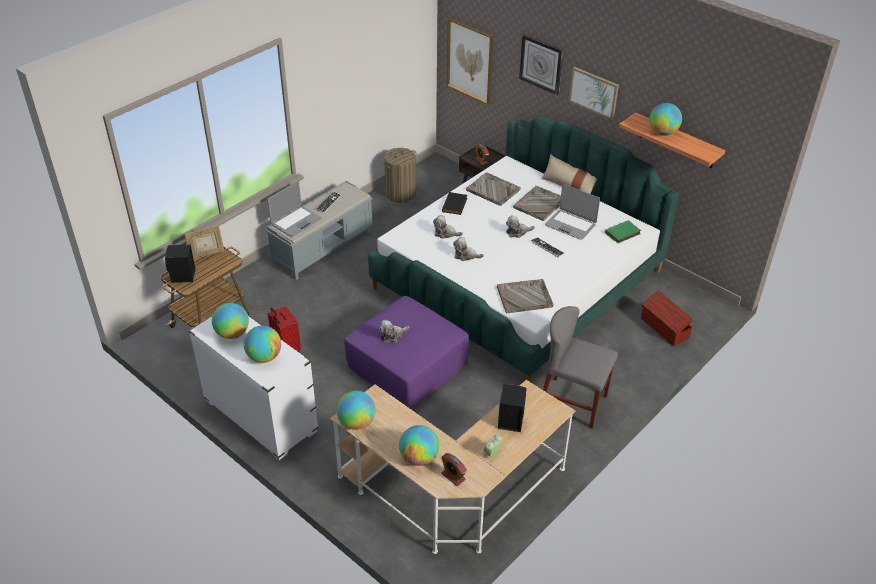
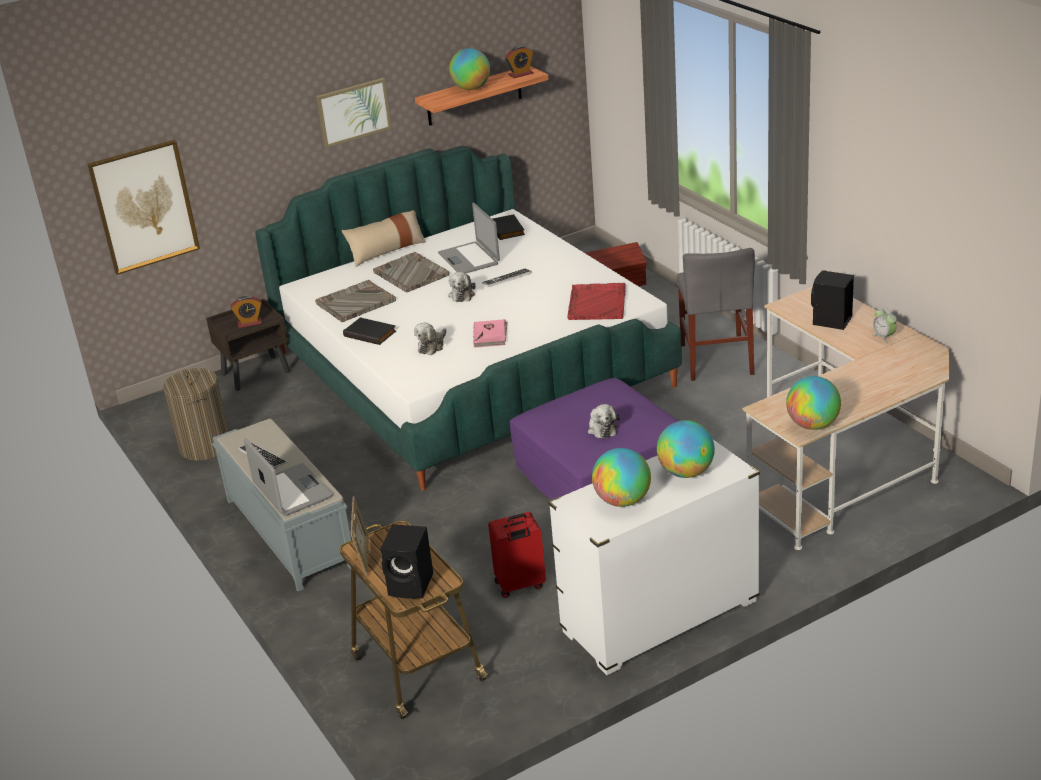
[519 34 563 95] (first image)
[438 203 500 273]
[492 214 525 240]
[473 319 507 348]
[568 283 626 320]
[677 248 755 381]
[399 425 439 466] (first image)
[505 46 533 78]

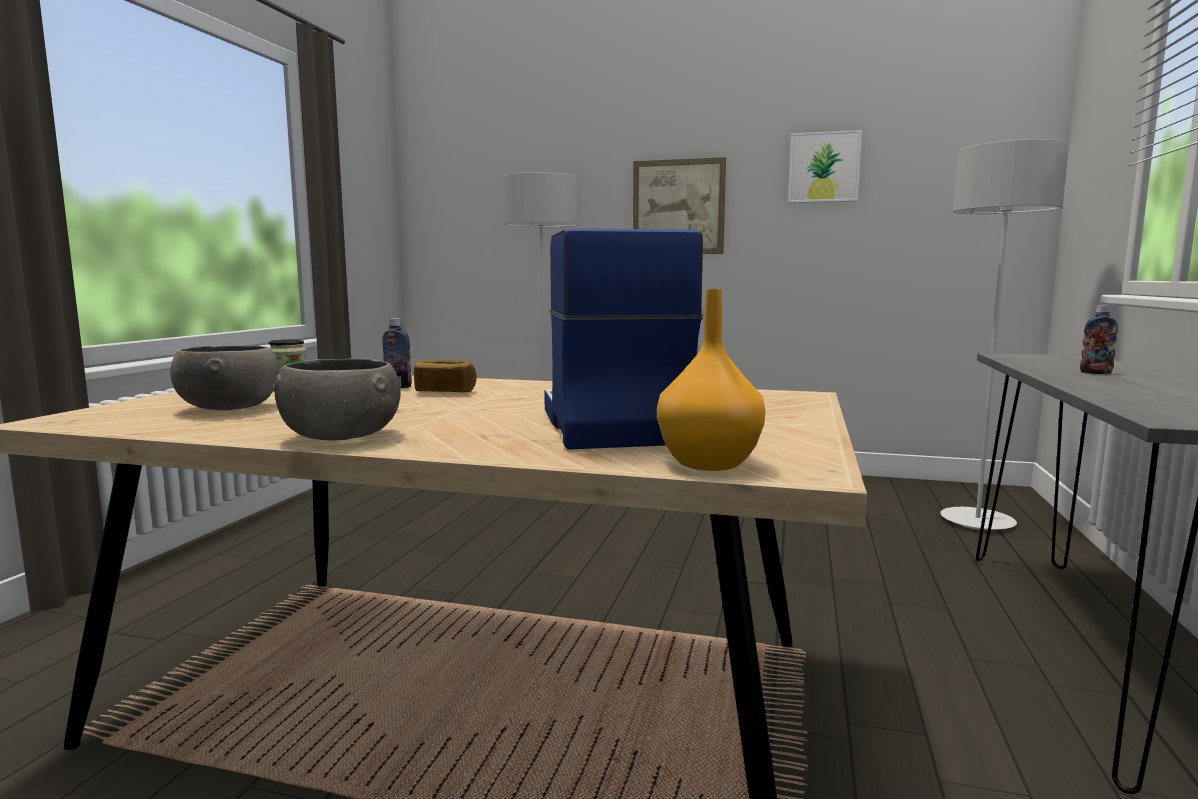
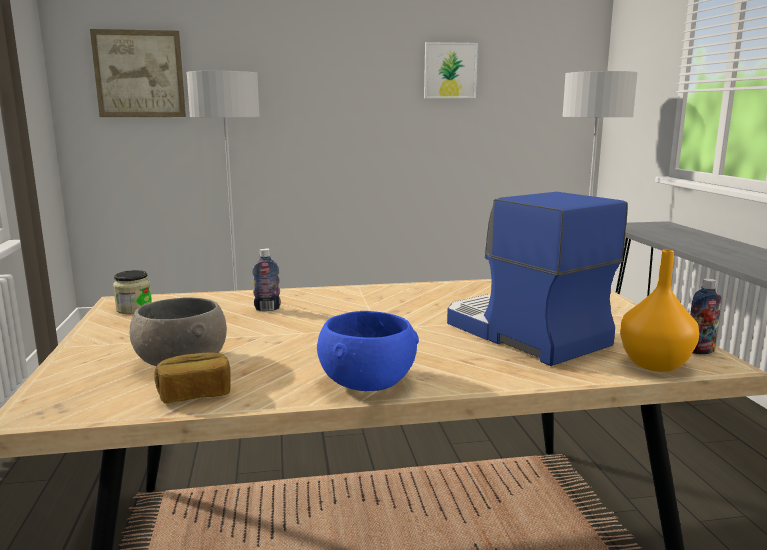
[90 29 186 117]
[690 278 722 354]
[317 311 419 391]
[154 352 231 404]

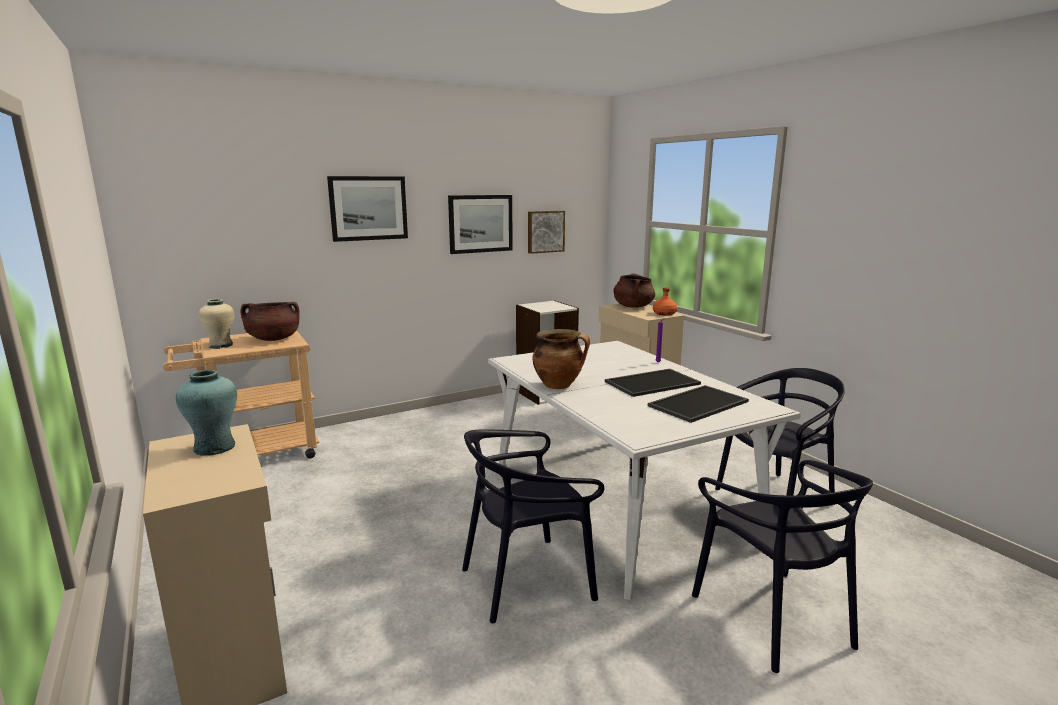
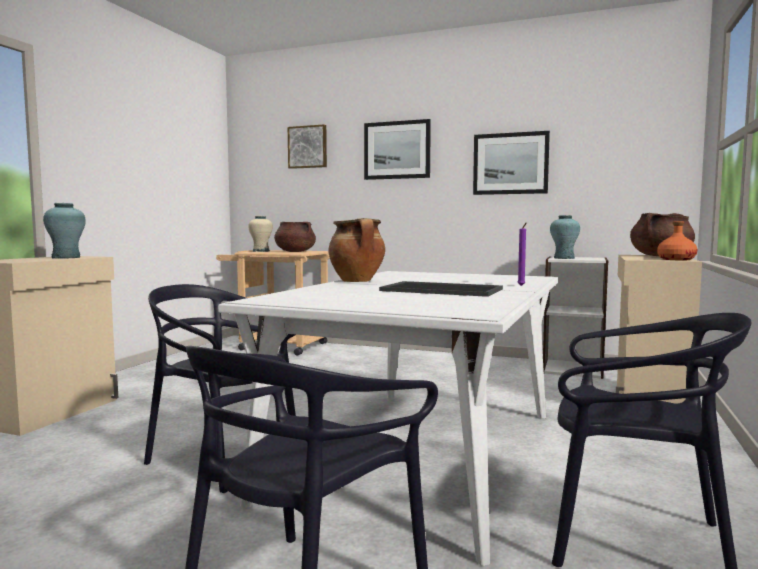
[288 124 327 169]
[648 385 749 423] (first image)
[550 215 580 259]

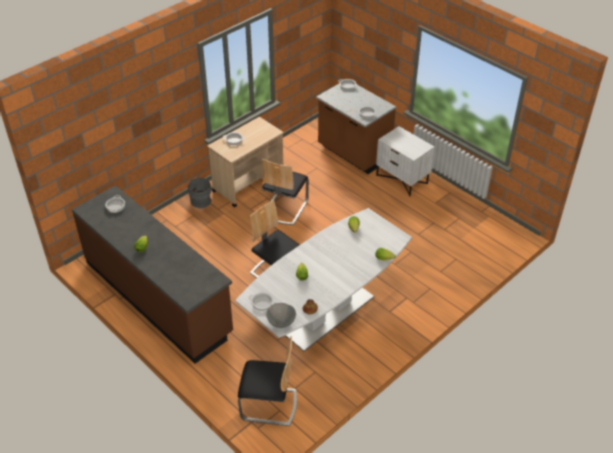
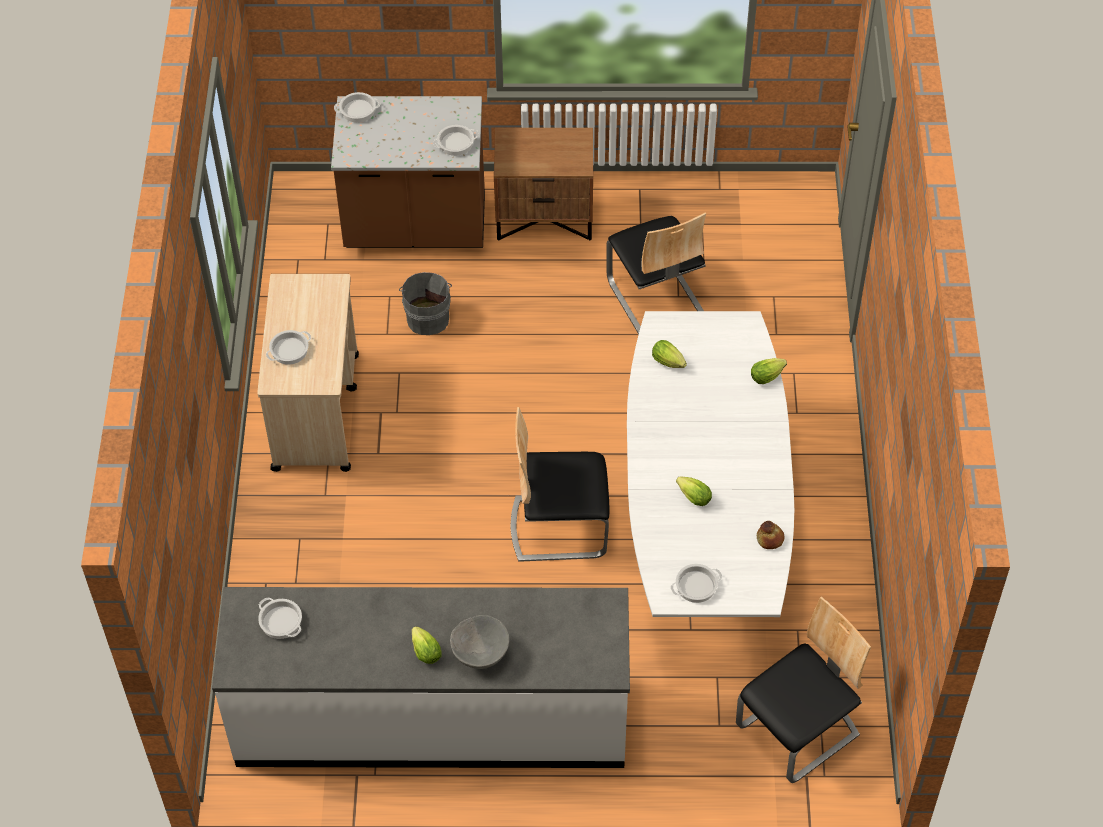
[494 128 593 241]
[607 212 706 334]
[399 272 452 335]
[212 587 630 768]
[450 615 509 669]

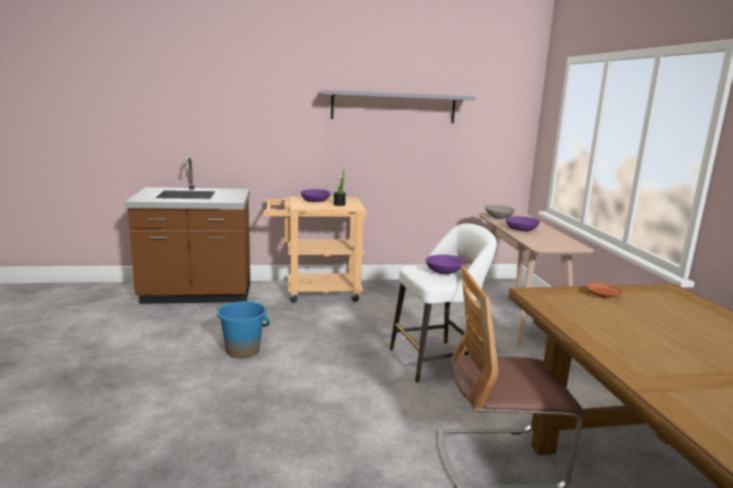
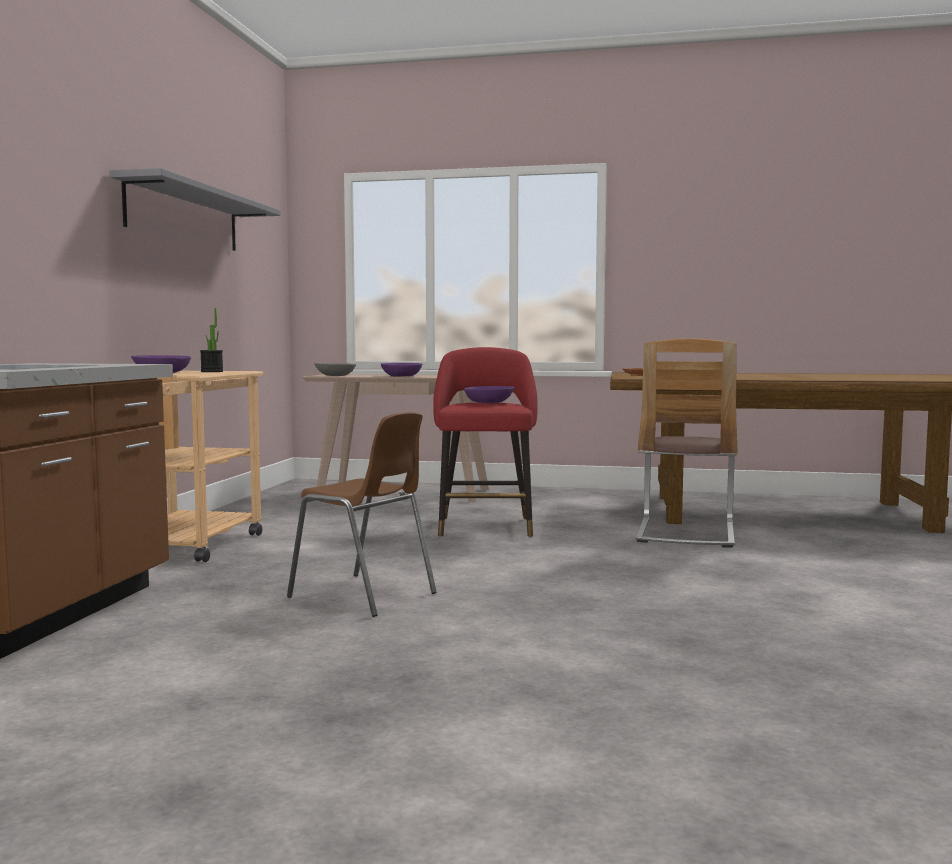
[433 347 538 537]
[287 412 437 617]

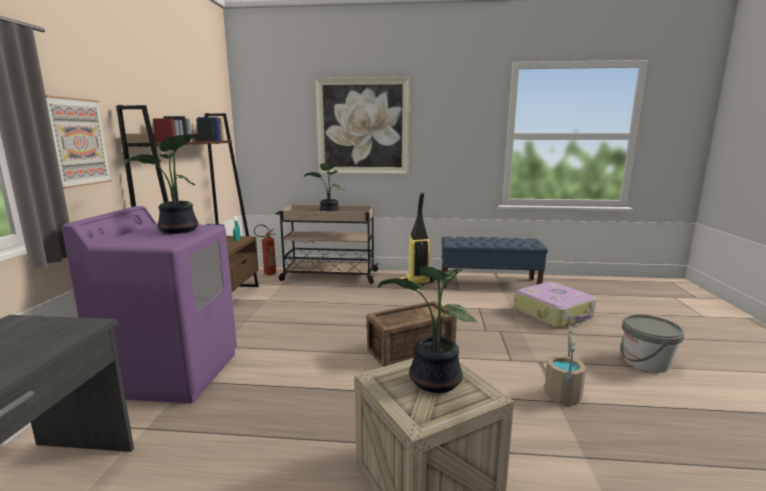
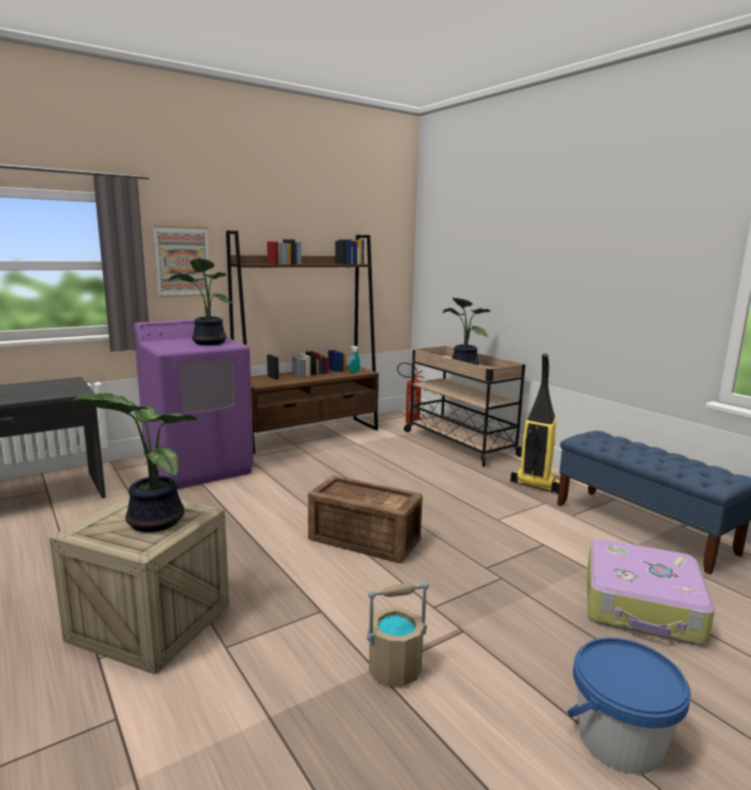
[315 77 410 174] (first image)
[567 638 691 774]

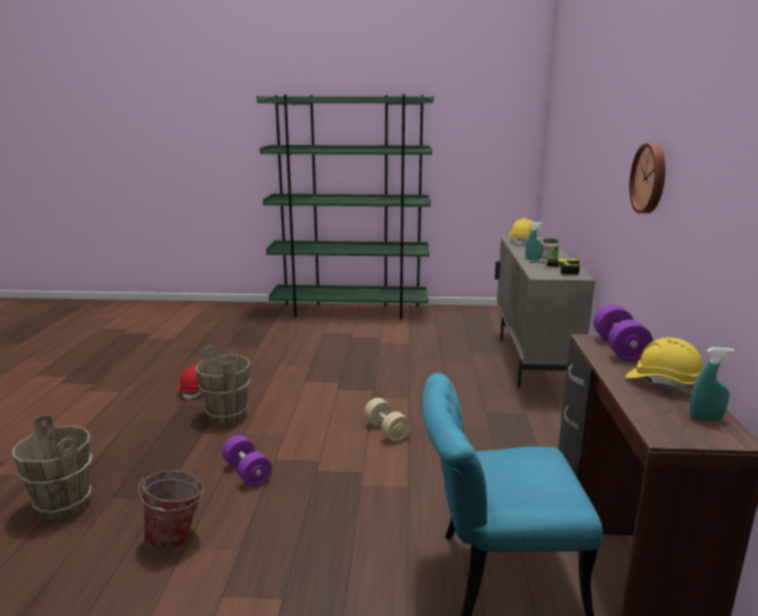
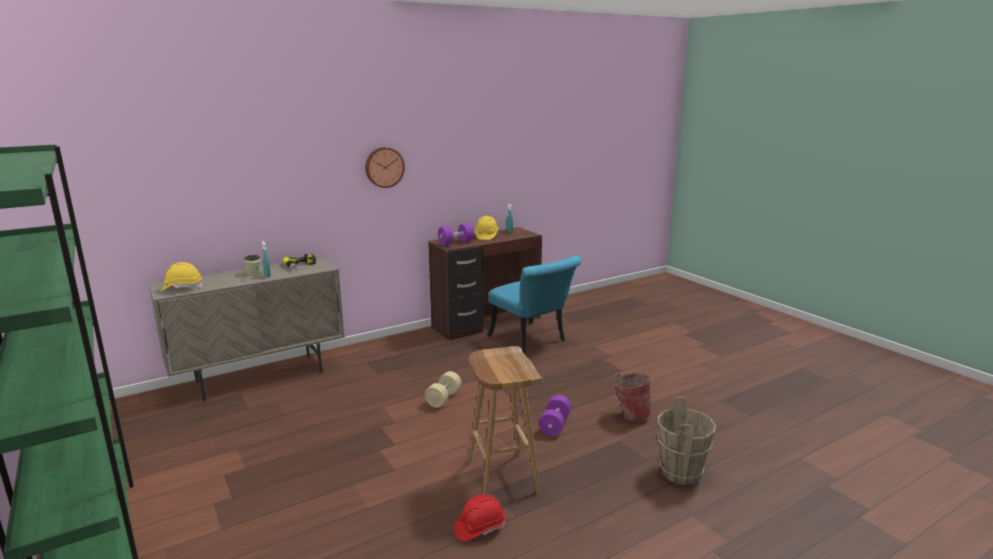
[467 346 543 495]

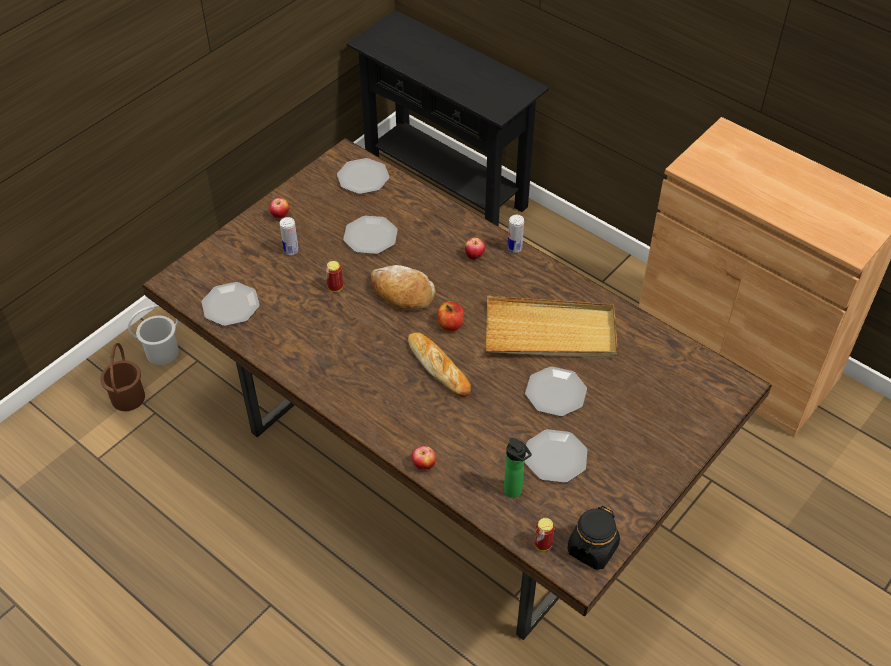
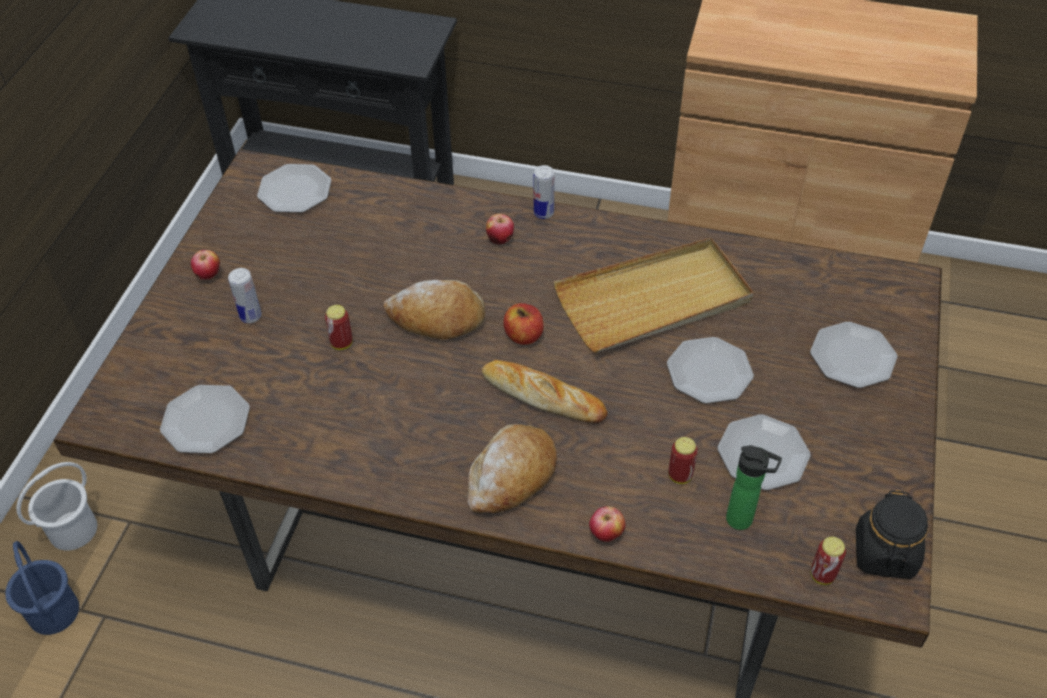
[810 322 897 388]
[5 541 79 635]
[467 424 557 513]
[668 437 698 484]

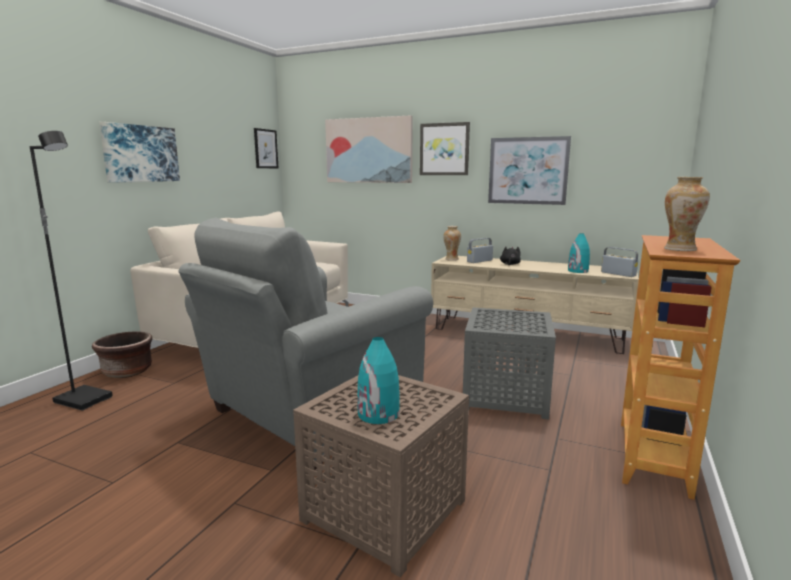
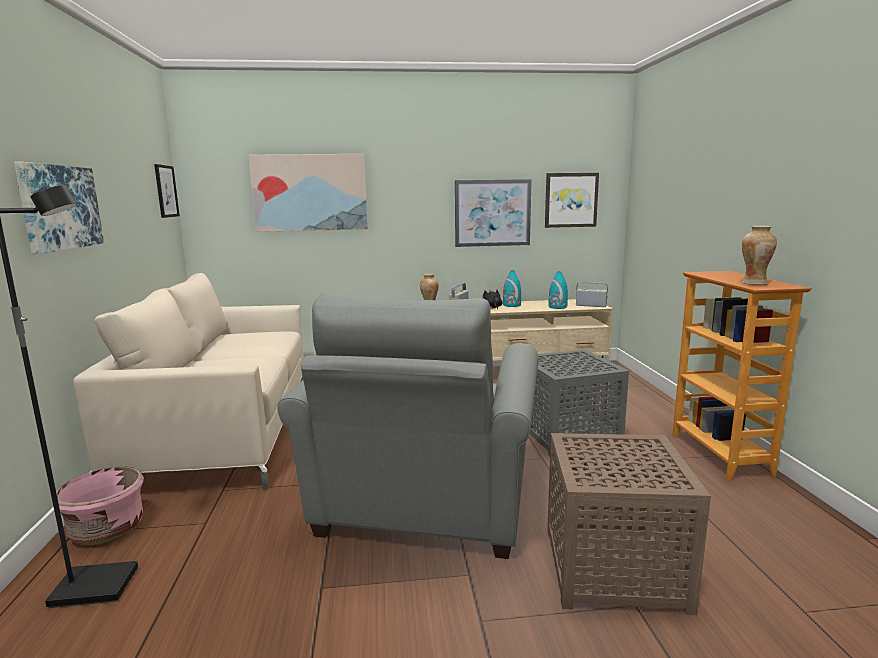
[545 173 599 228]
[56 467 144 545]
[503 271 521 307]

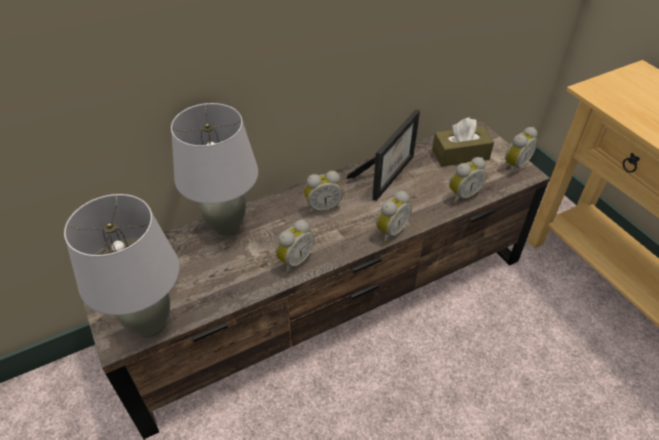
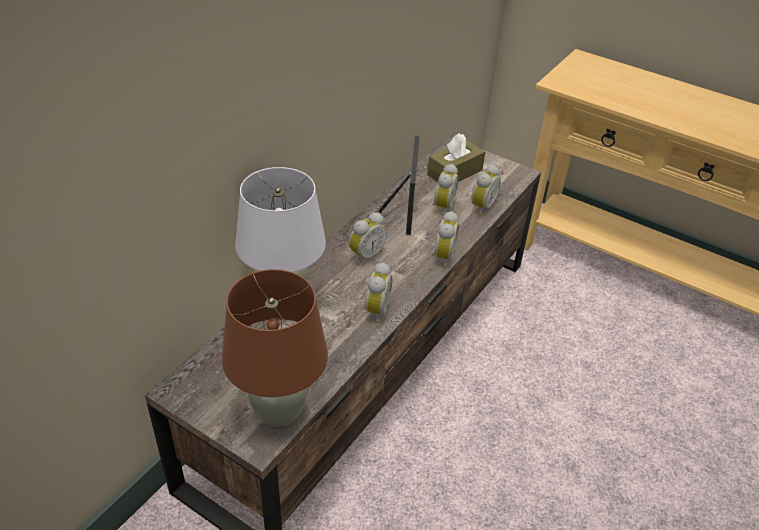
[432 164 459 215]
[222 269 328 429]

